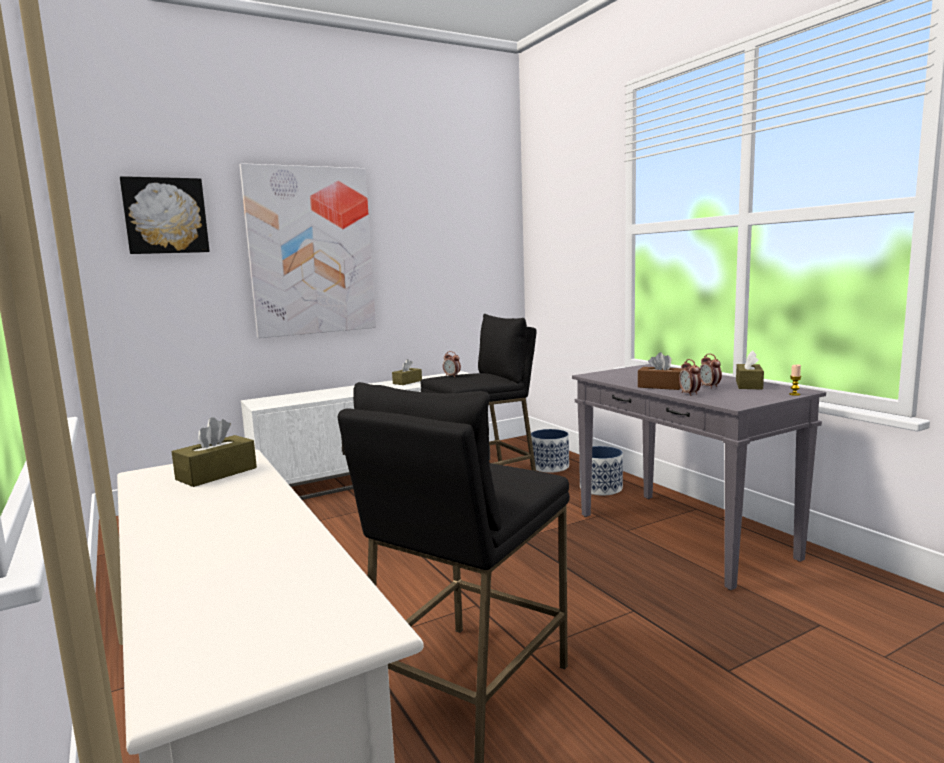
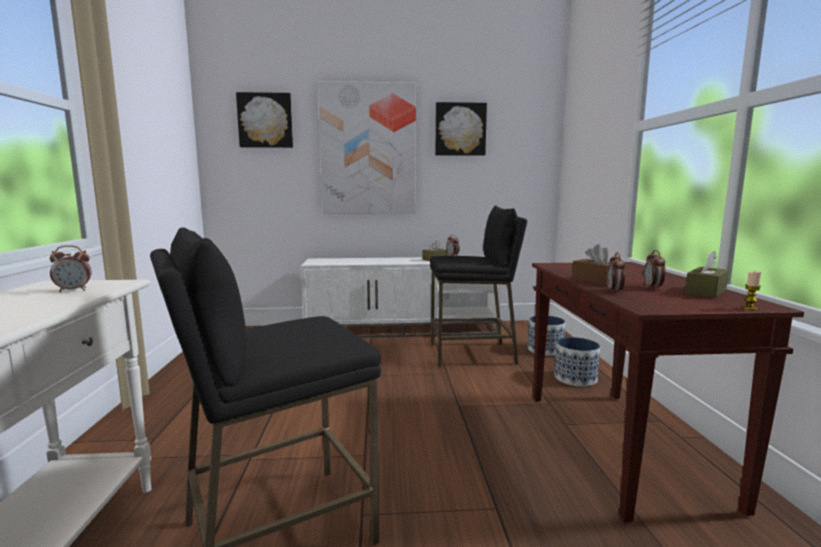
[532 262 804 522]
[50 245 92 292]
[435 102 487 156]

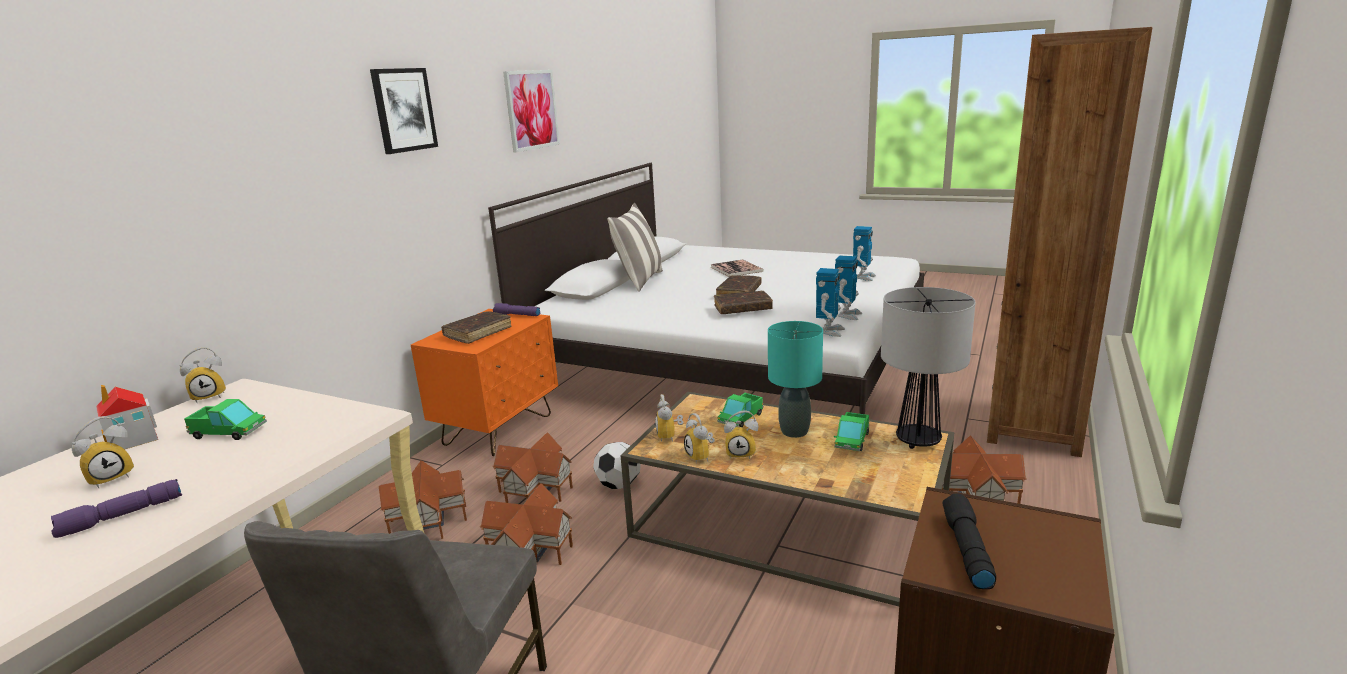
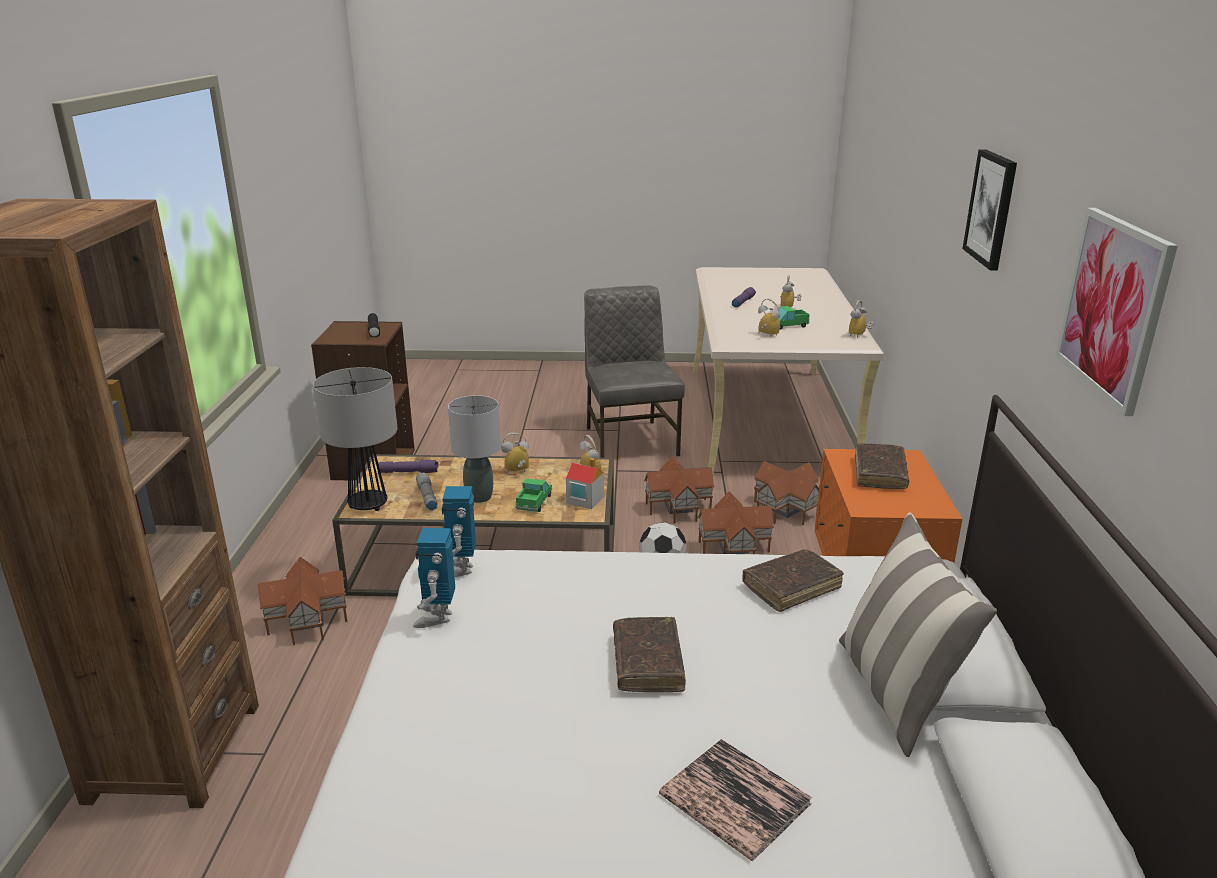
[853 226 876 281] (first image)
[742 549 844 612]
[378 460 439 473]
[448 395 501 503]
[566 458 604 509]
[416 473 437 510]
[758 298 780 337]

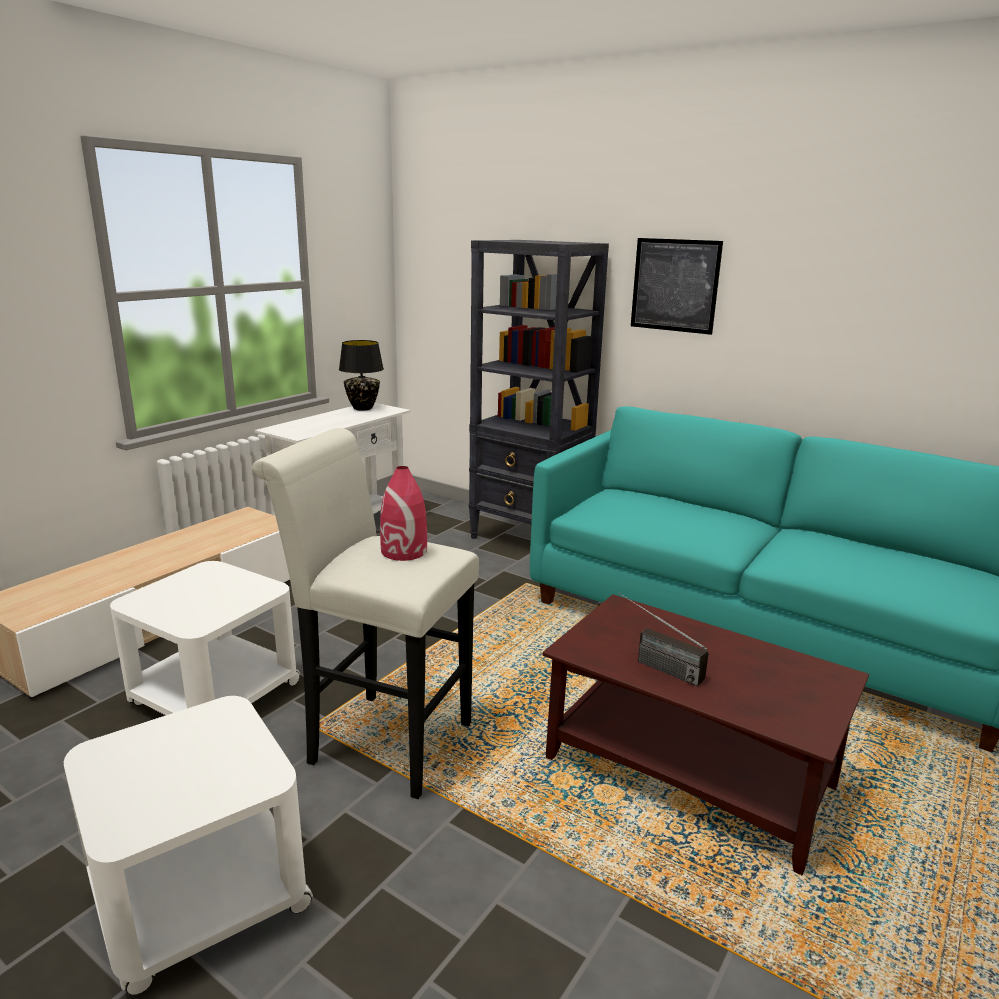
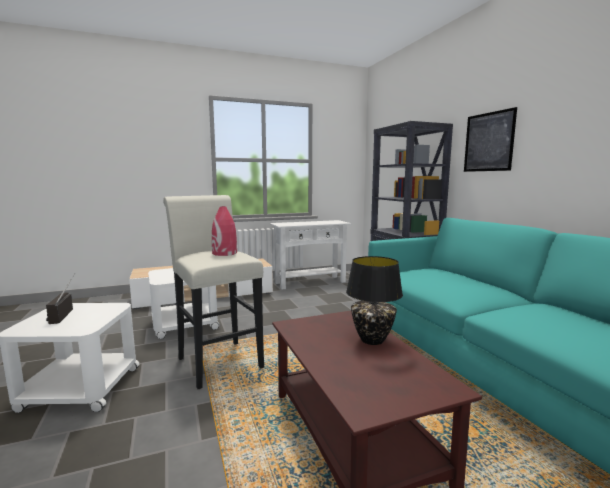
[346 256 403 345]
[46 273 75 324]

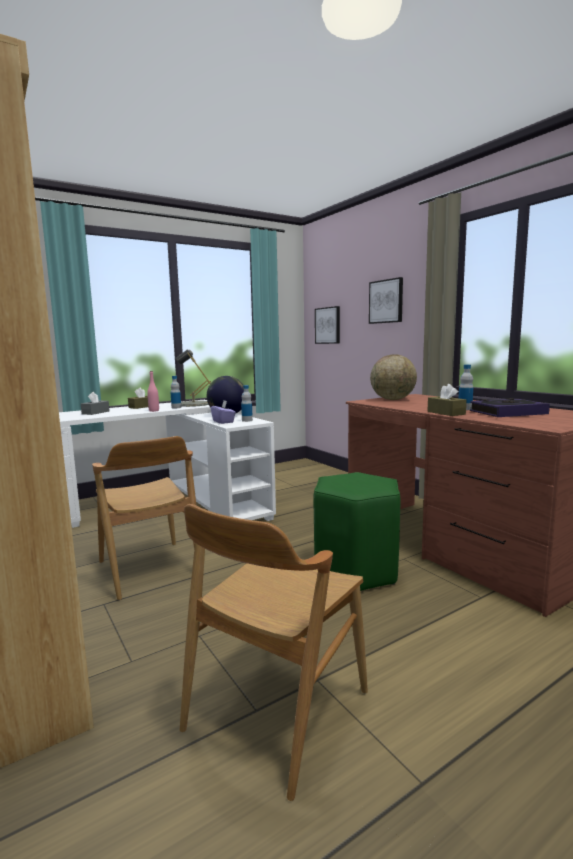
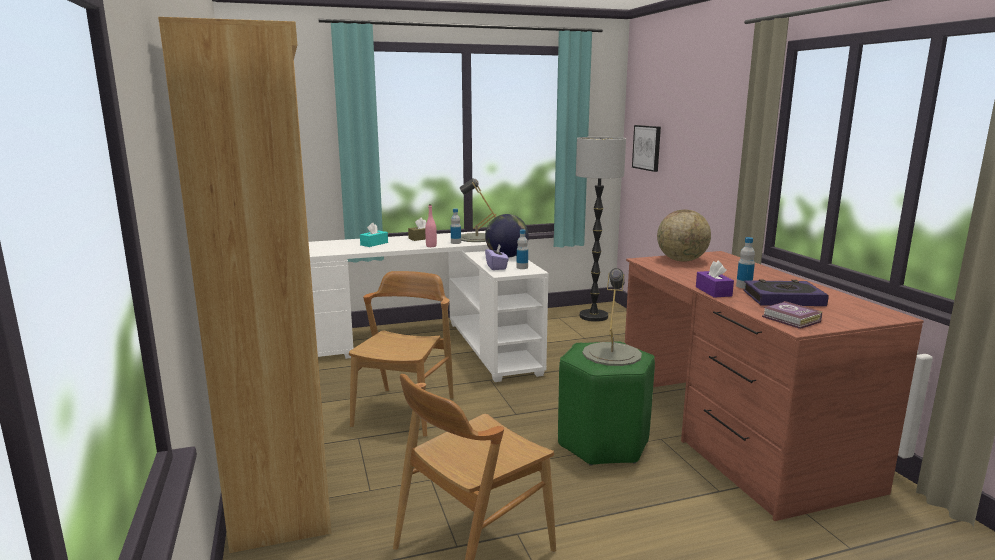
[369 277 403 324] (first image)
[696 260 734 298]
[360 222 388 247]
[349 271 454 437]
[576 137 626 322]
[583 268 642 366]
[762 301 822 329]

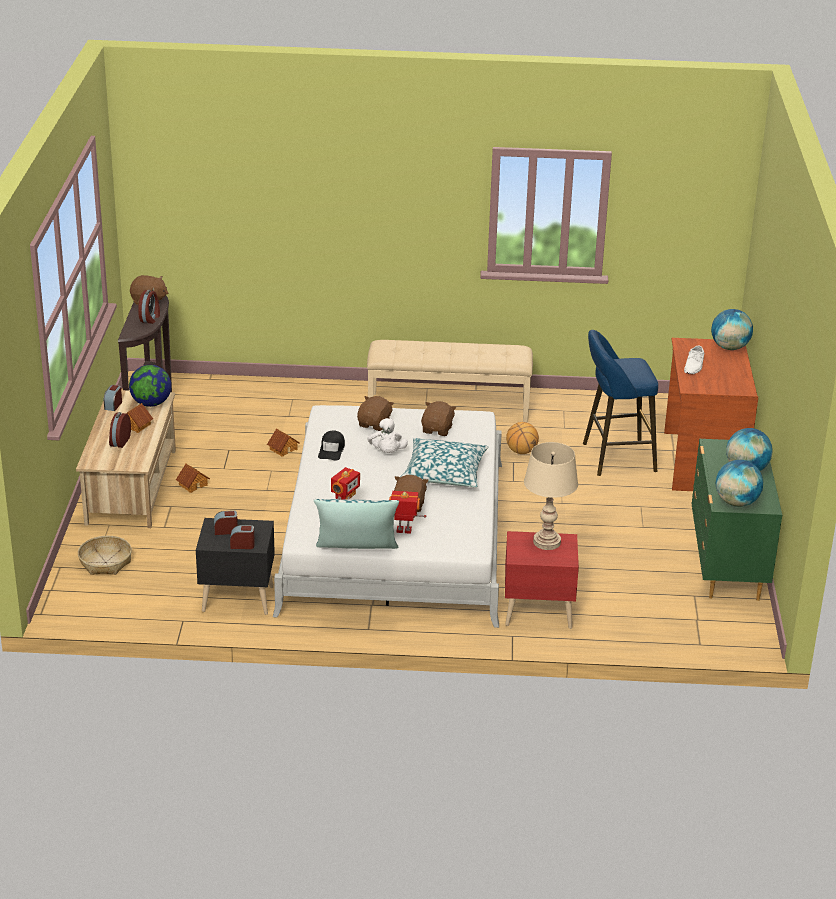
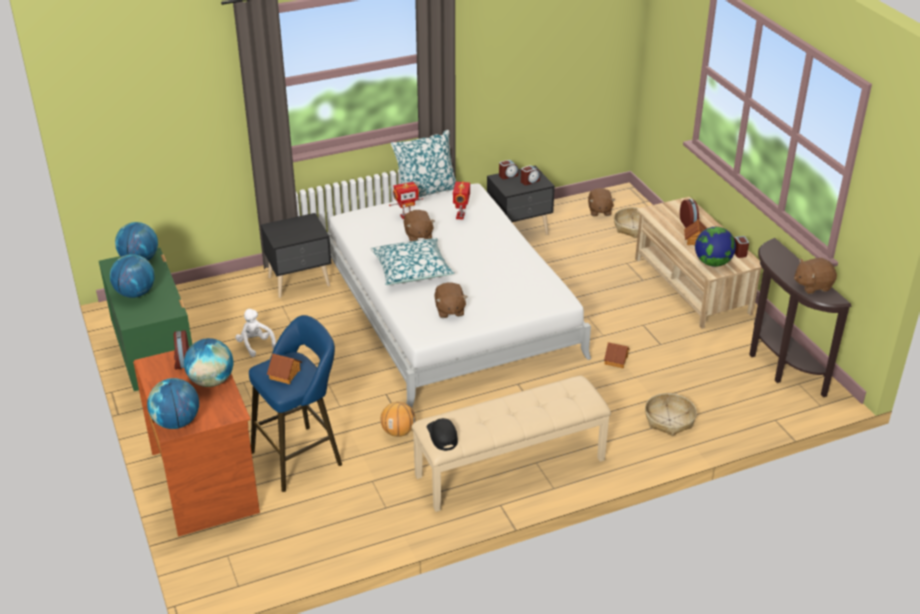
[174 330 189 370]
[184 338 234 387]
[588 188 615 216]
[235 309 276 357]
[427 418 458 451]
[524 442 578 550] (first image)
[267 353 302 384]
[261 213 332 298]
[645 393 697 436]

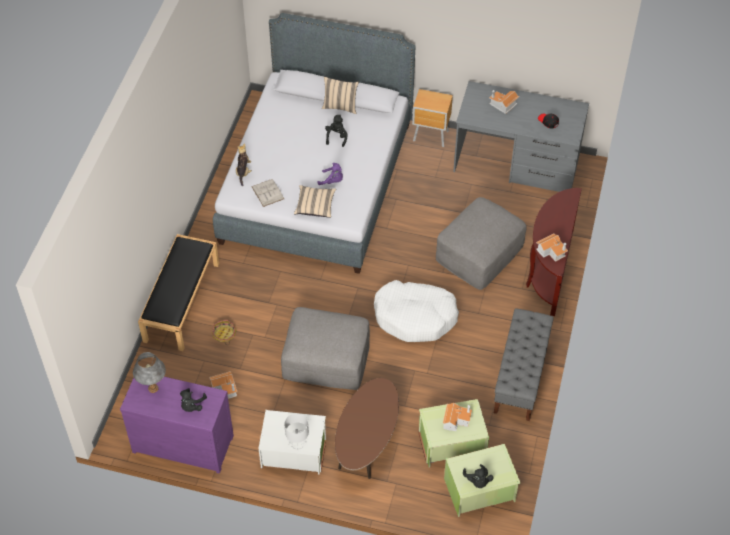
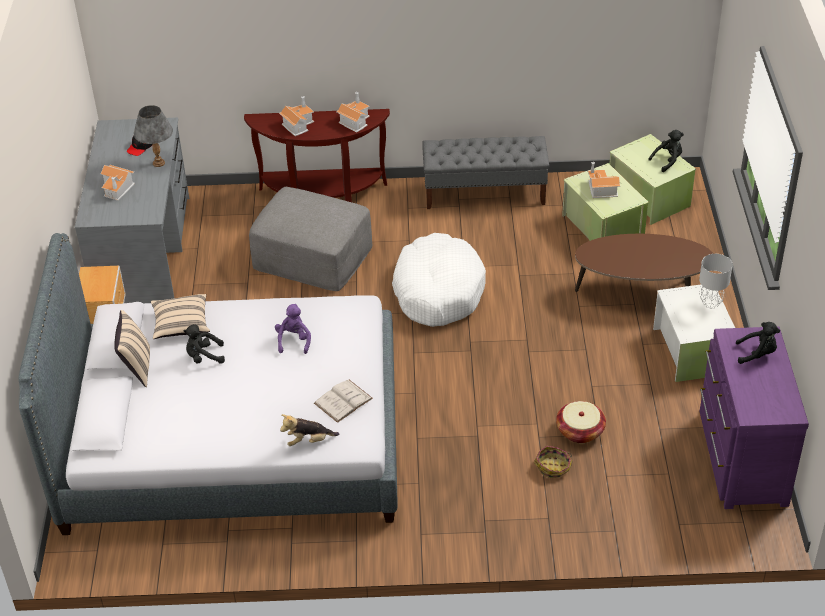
[151 294 210 339]
[138 234 219 351] (first image)
[281 307 370 390] (first image)
[134 105 173 167]
[279 96 314 136]
[556 401 606 443]

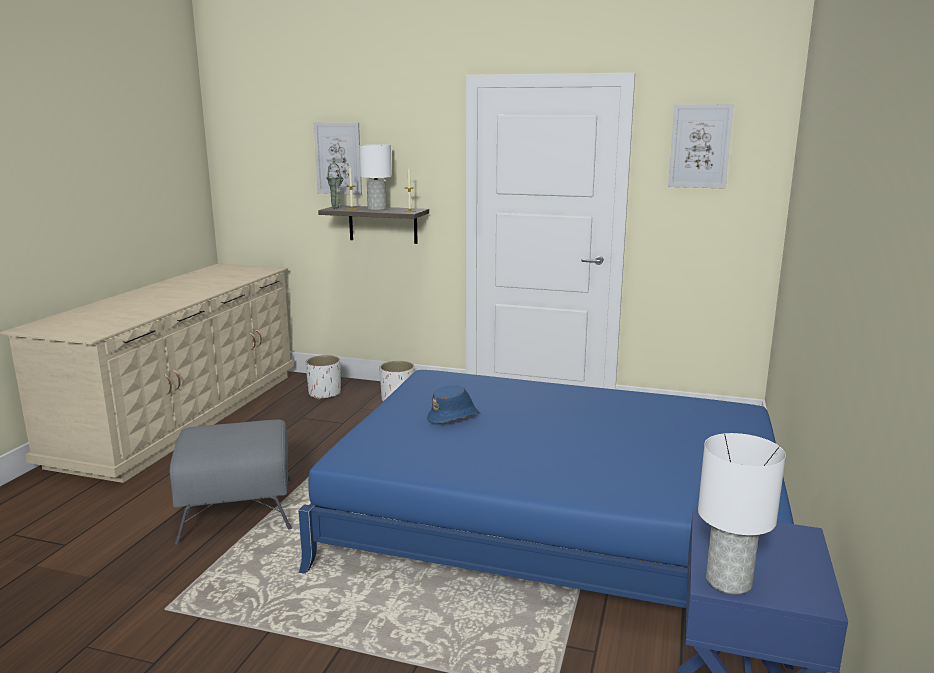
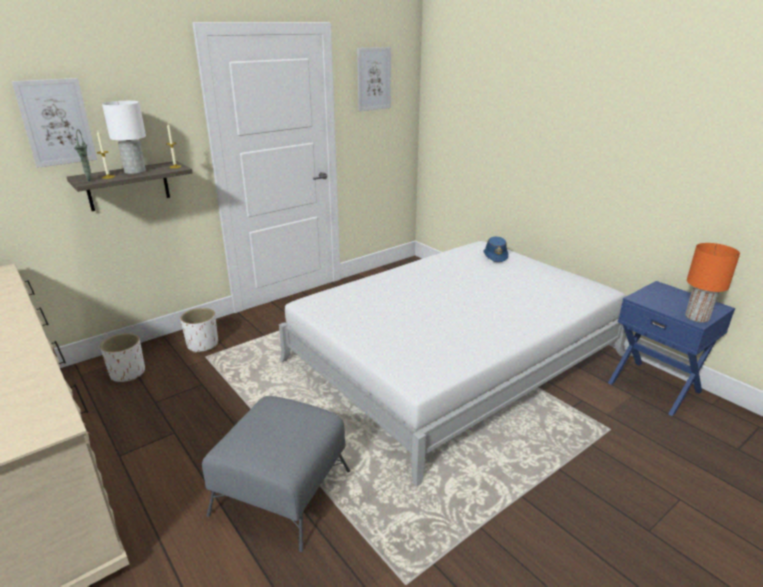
[279 241 626 486]
[483 236 508 262]
[685 243 740 323]

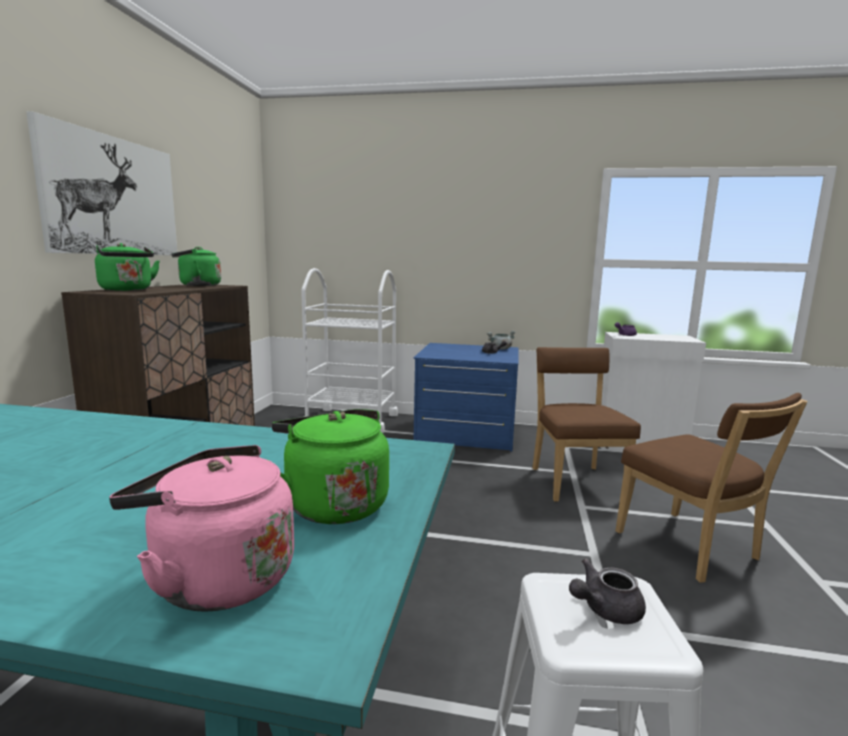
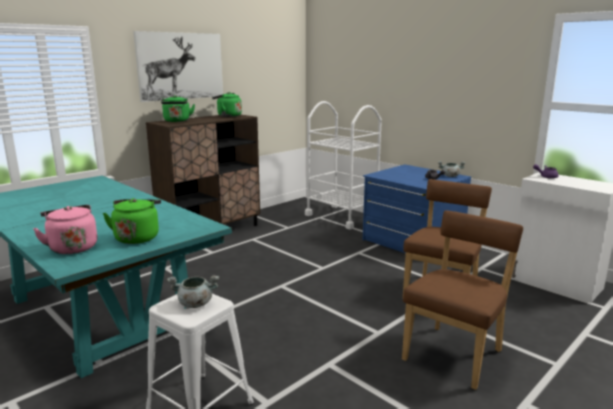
[402 210 523 390]
[167 276 219 308]

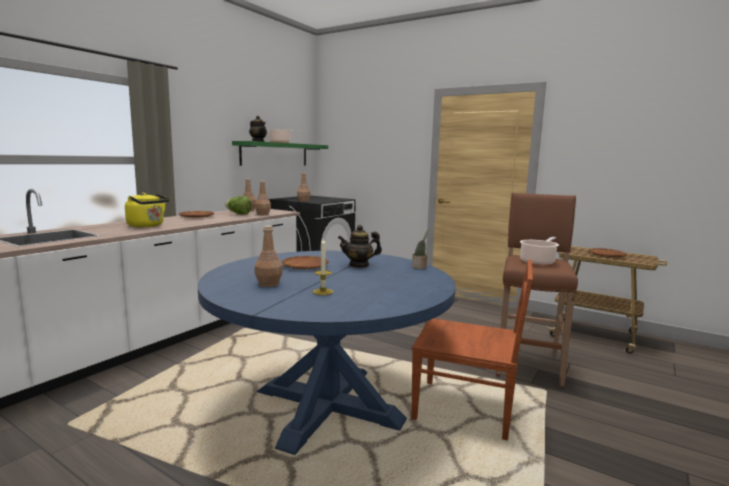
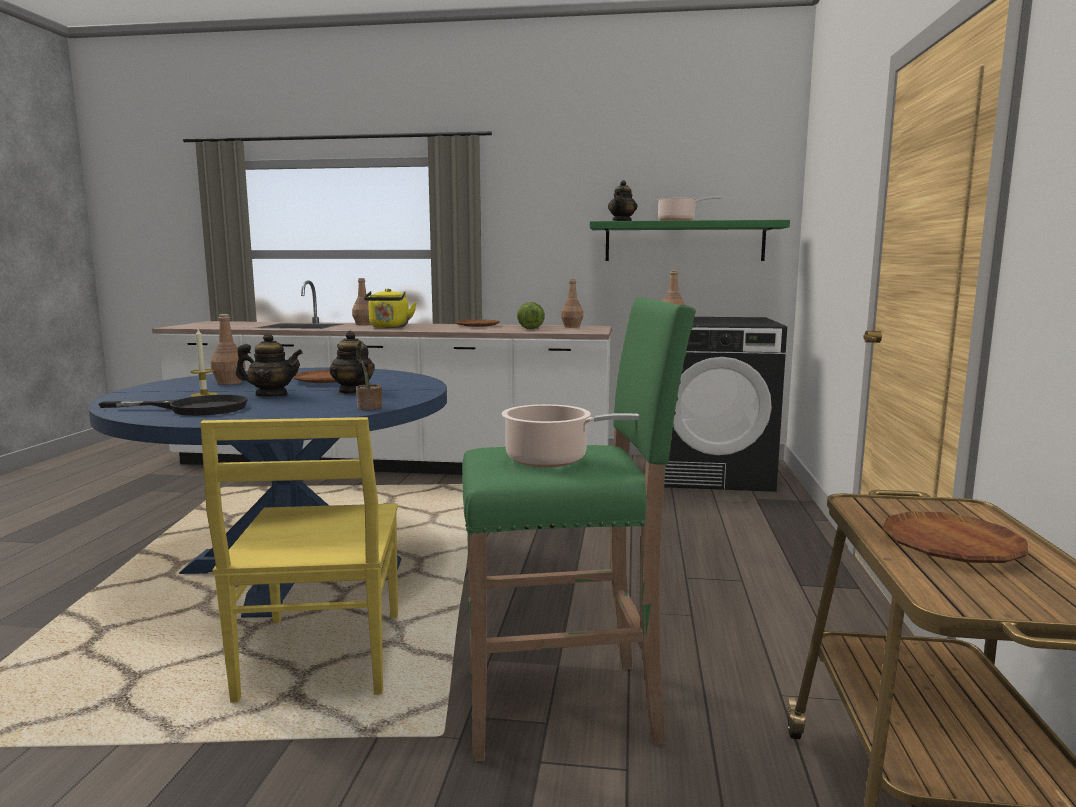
[352 278 371 325]
[462 297 696 762]
[200 417 398 703]
[236 333 303 397]
[99 395 248 416]

